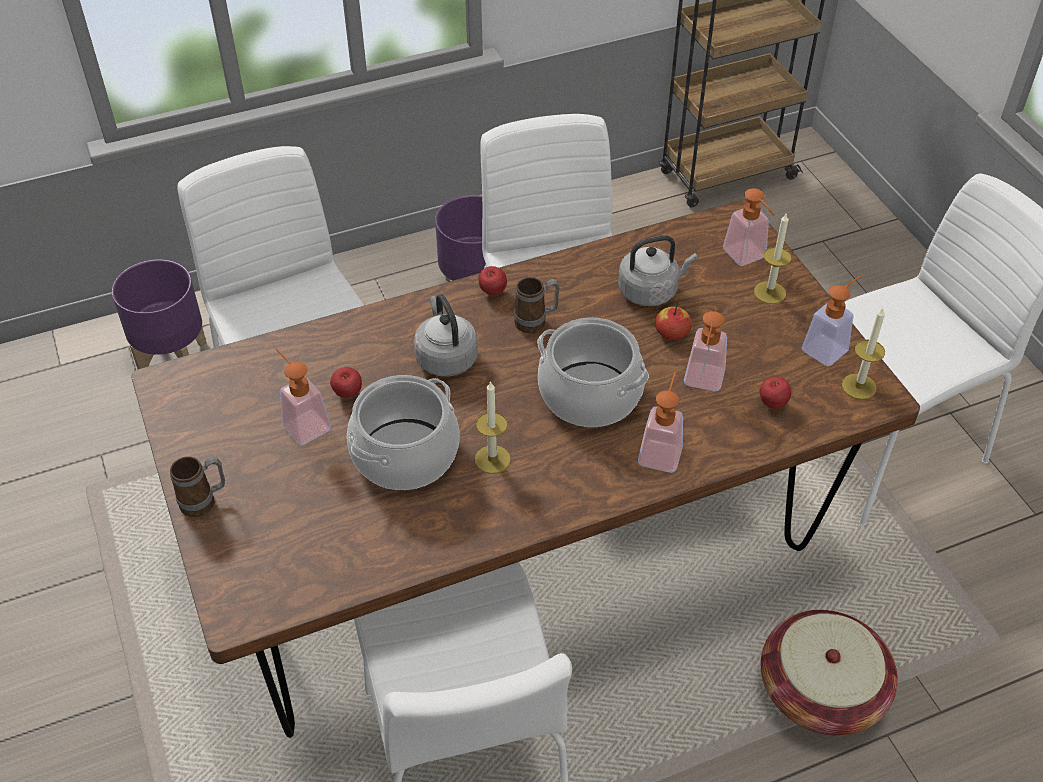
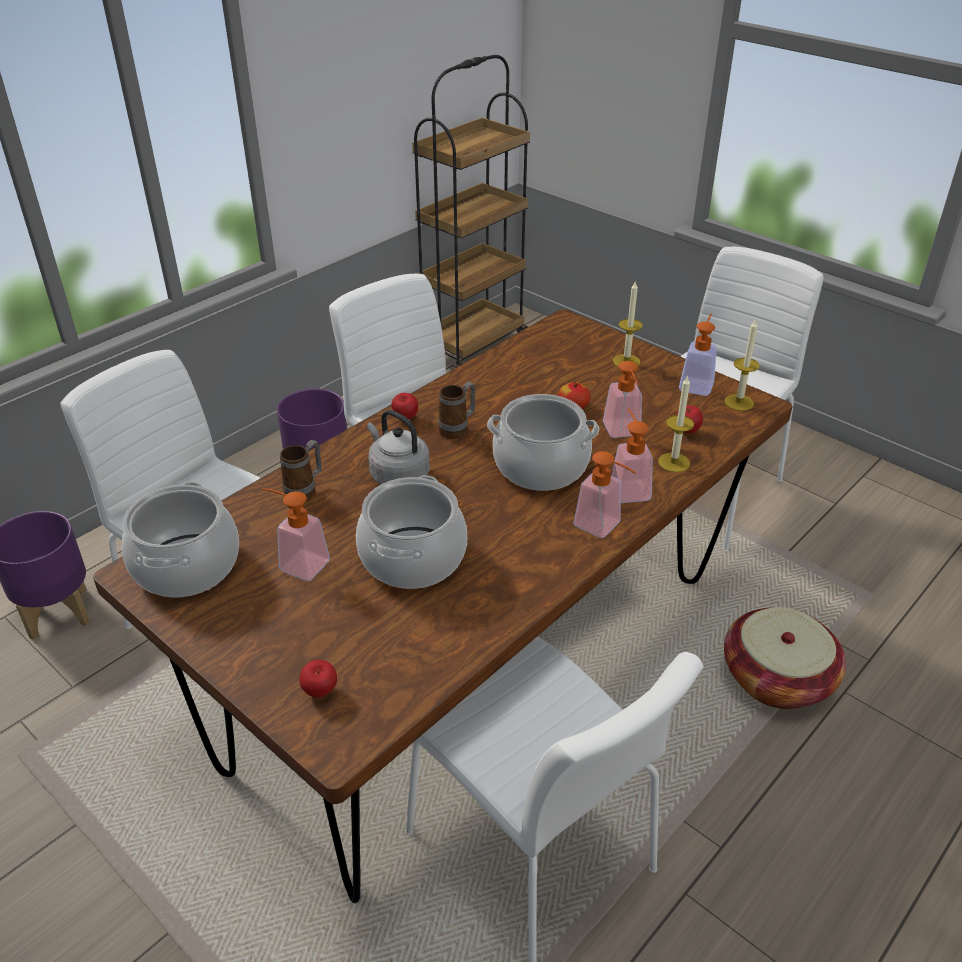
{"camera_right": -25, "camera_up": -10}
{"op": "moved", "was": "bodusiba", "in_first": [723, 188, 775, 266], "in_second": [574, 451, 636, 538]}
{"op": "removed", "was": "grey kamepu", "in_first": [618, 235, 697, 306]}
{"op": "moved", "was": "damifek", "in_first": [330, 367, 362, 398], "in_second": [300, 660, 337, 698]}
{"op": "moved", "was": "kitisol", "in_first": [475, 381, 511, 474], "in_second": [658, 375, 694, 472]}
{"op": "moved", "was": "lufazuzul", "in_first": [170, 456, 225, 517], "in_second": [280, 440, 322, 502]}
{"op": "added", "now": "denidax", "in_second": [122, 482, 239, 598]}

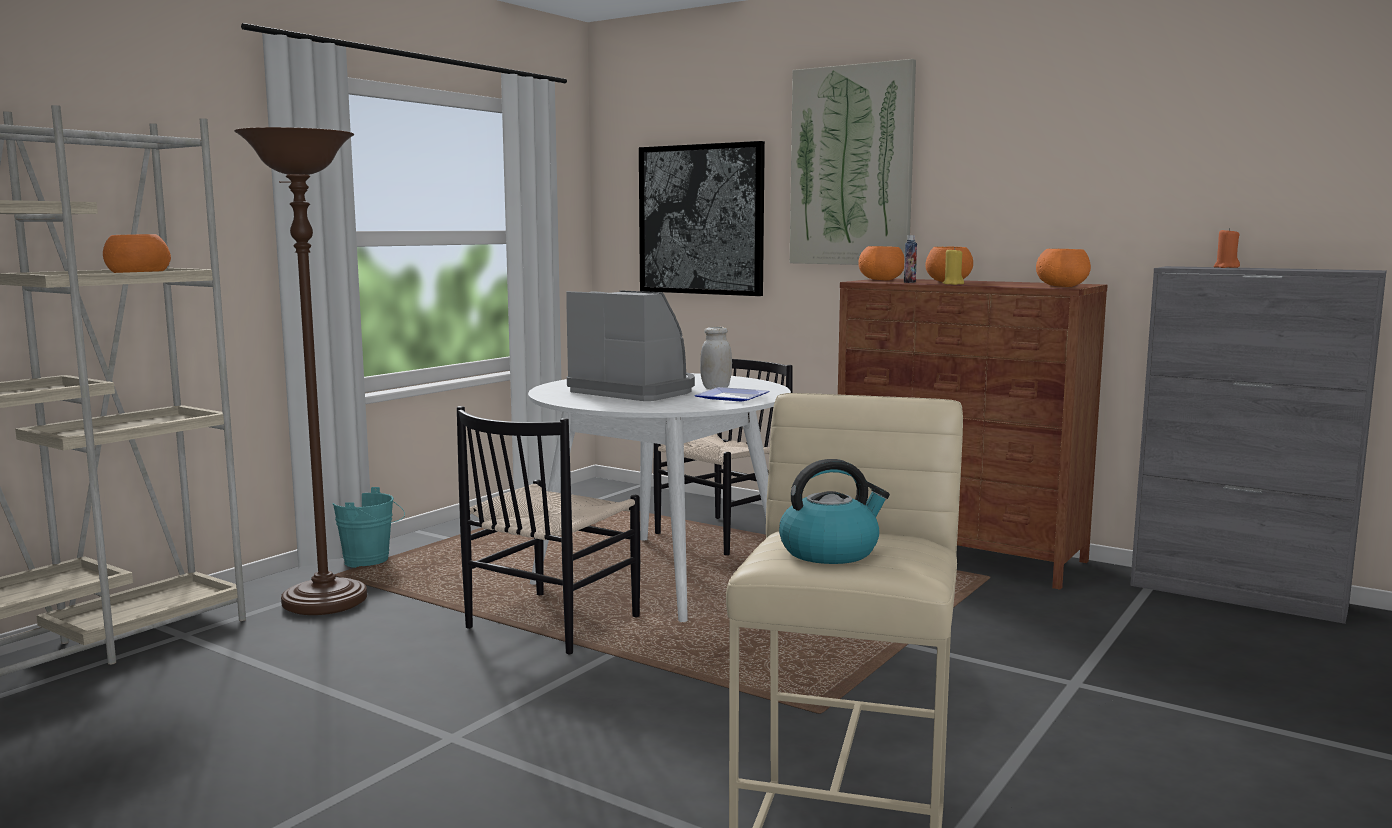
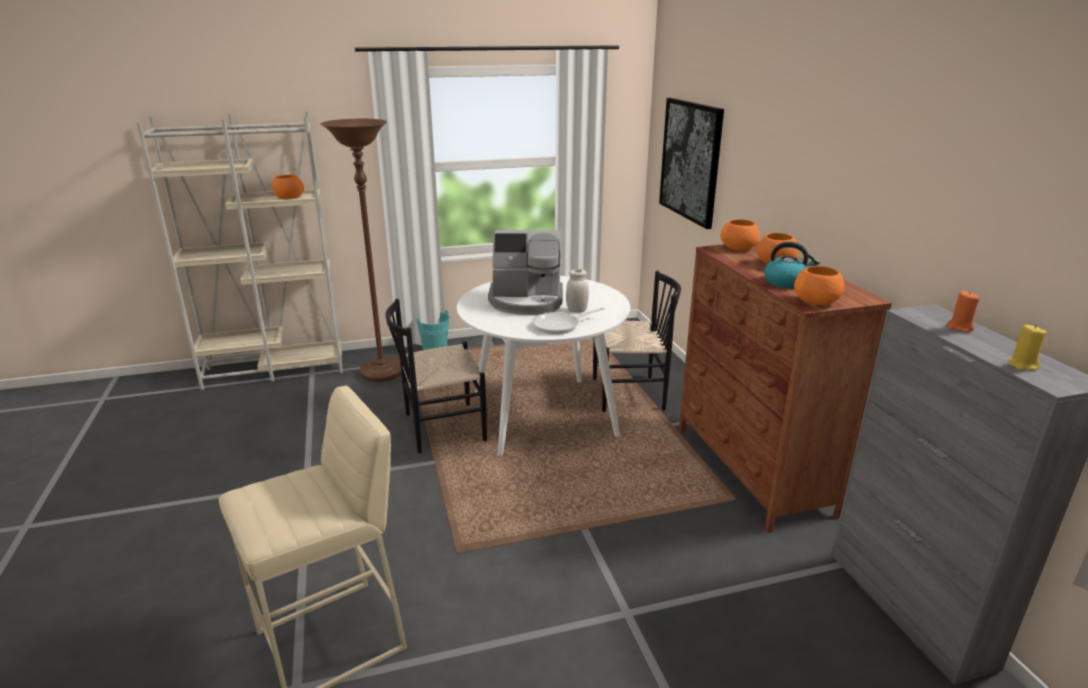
{"camera_right": 40, "camera_up": 15}
{"op": "removed", "was": "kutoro", "in_first": [790, 59, 916, 265]}
{"op": "removed", "was": "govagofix", "in_first": [904, 235, 917, 283]}
{"op": "moved", "was": "yellow kitisol", "in_first": [942, 248, 964, 285], "in_second": [1008, 325, 1047, 370]}
{"op": "turned", "was": "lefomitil", "in_first": [566, 290, 695, 401], "in_second": [488, 230, 563, 315], "clockwise": 105}
{"op": "replaced", "was": "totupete", "now": "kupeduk", "in_first": [694, 387, 770, 402], "in_second": [532, 307, 605, 334]}
{"op": "moved", "was": "kamepu", "in_first": [779, 459, 890, 564], "in_second": [764, 242, 820, 288]}

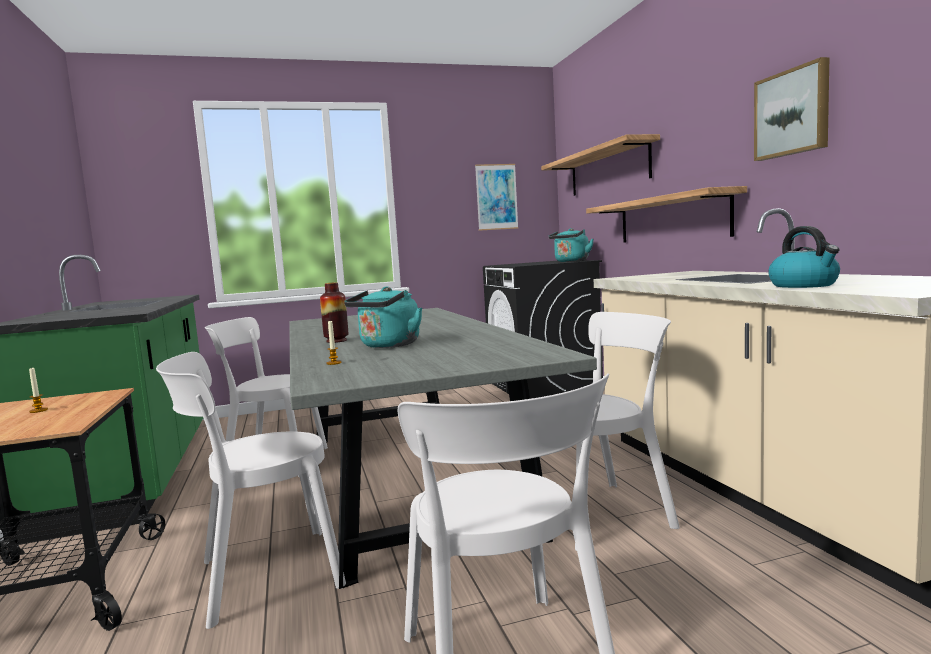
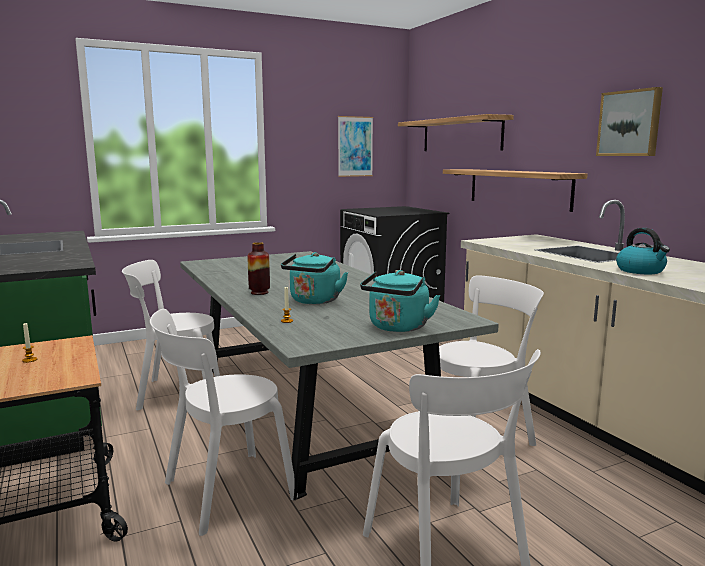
{"camera_right": -10, "camera_up": 5}
{"op": "moved", "was": "turquoise kamepu", "in_first": [548, 228, 594, 262], "in_second": [360, 270, 441, 332]}

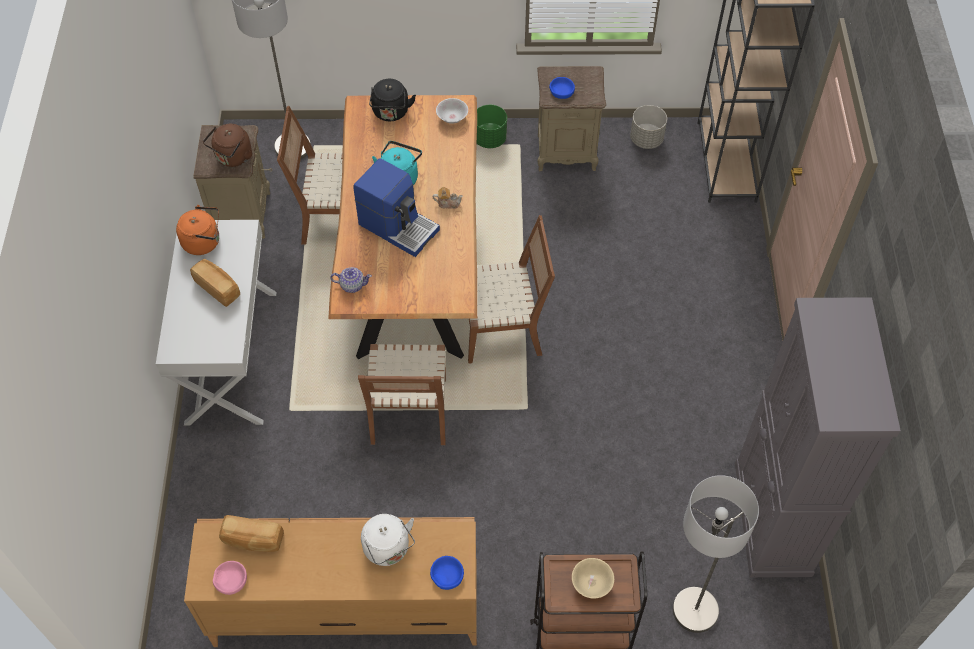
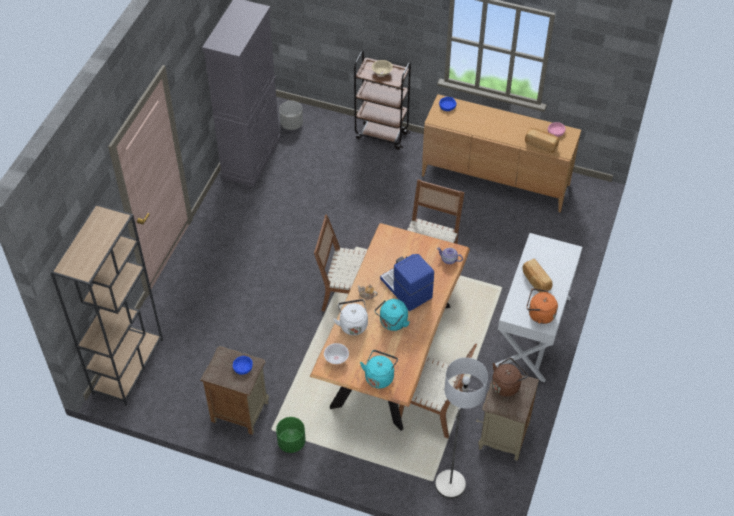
{"camera_right": -160, "camera_up": -5}
{"op": "recoloured", "was": "black kamepu", "now": "turquoise kamepu", "in_first": [369, 79, 416, 121], "in_second": [360, 350, 398, 389]}
{"op": "moved", "was": "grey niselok", "in_first": [630, 105, 667, 149], "in_second": [279, 101, 303, 130]}
{"op": "removed", "was": "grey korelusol", "in_first": [673, 475, 759, 633]}
{"op": "moved", "was": "white kamepu", "in_first": [361, 514, 415, 566], "in_second": [334, 299, 368, 335]}

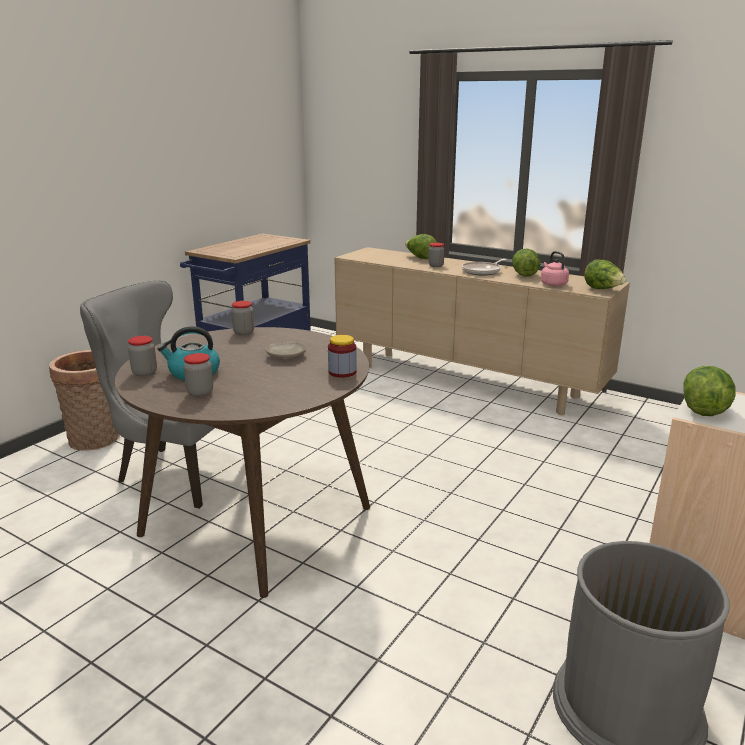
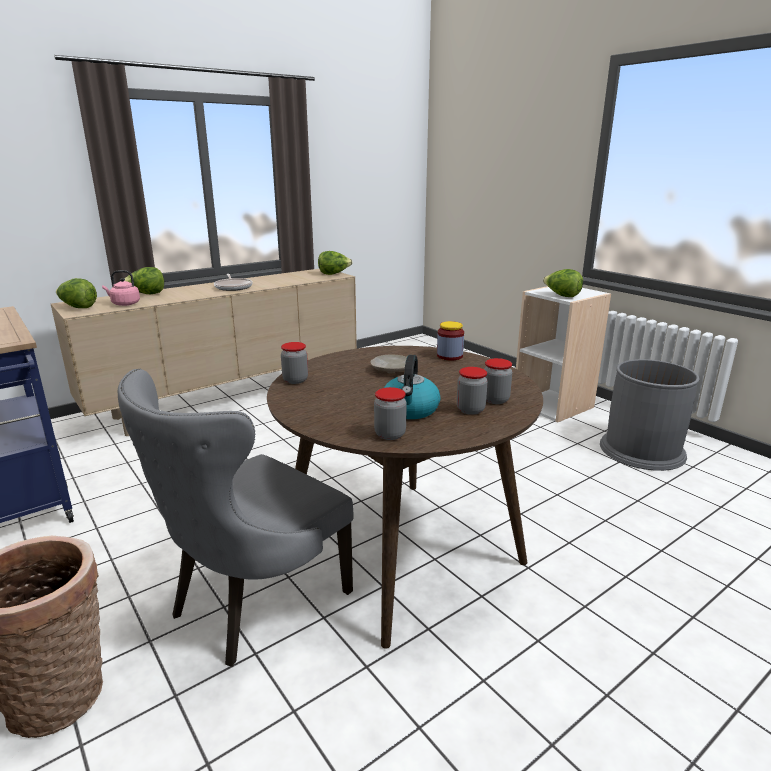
{"camera_right": -70, "camera_up": 0}
{"op": "moved", "was": "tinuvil", "in_first": [428, 243, 444, 267], "in_second": [484, 358, 512, 404]}
{"op": "moved", "was": "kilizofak", "in_first": [512, 249, 540, 277], "in_second": [56, 278, 97, 308]}
{"op": "moved", "was": "pink kamepu", "in_first": [541, 251, 569, 286], "in_second": [102, 270, 140, 306]}

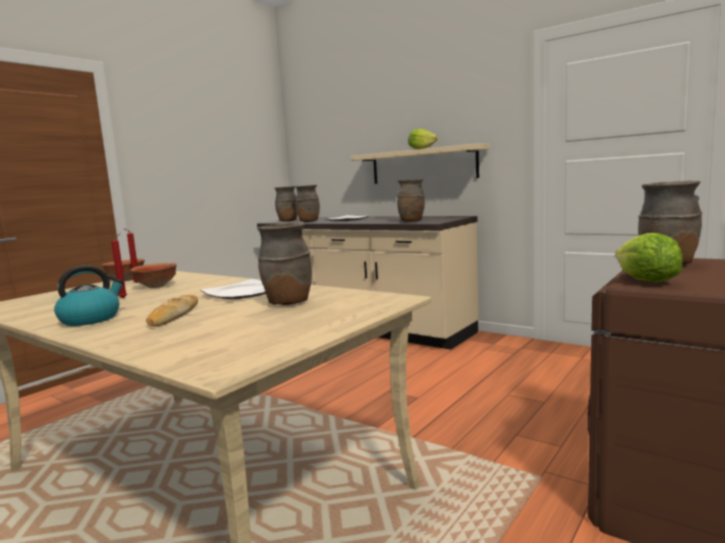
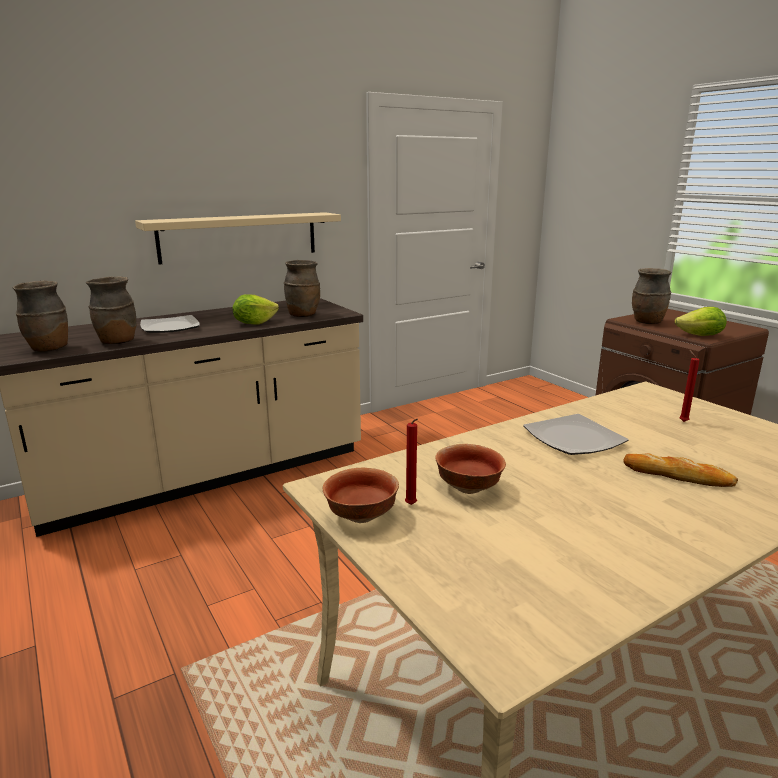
{"camera_right": -70, "camera_up": 10}
{"op": "moved", "was": "kilizofak", "in_first": [408, 128, 438, 149], "in_second": [232, 294, 279, 325]}
{"op": "removed", "was": "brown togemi", "in_first": [257, 222, 312, 305]}
{"op": "moved", "was": "red kitisol", "in_first": [111, 233, 127, 298], "in_second": [680, 350, 699, 422]}
{"op": "removed", "was": "kamepu", "in_first": [54, 265, 124, 326]}

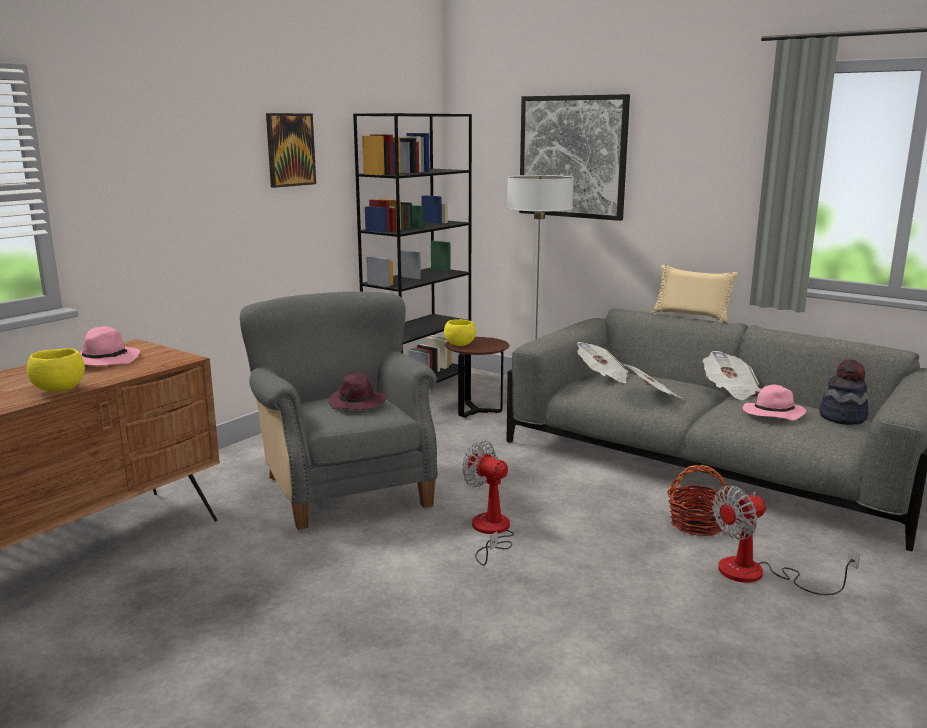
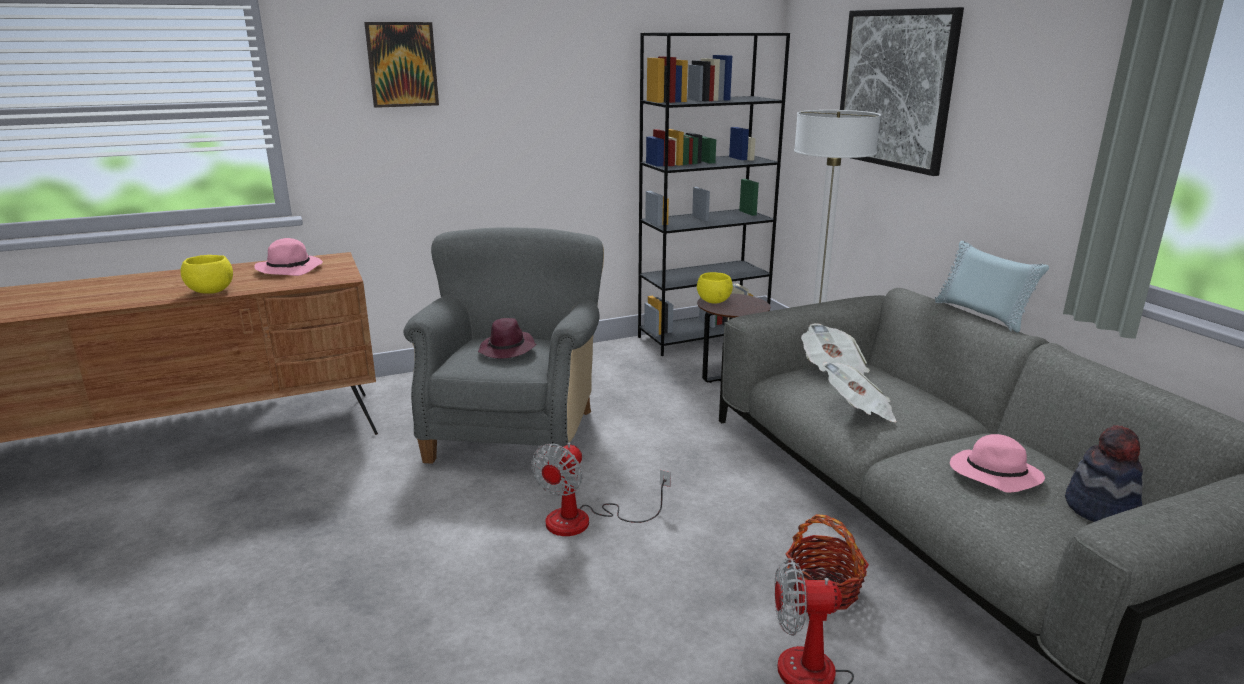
{"camera_right": 30, "camera_up": 5}
{"op": "moved", "was": "kutoro", "in_first": [266, 113, 316, 188], "in_second": [364, 22, 439, 108]}
{"op": "recoloured", "was": "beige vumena", "now": "blue vumena", "in_first": [652, 265, 738, 323], "in_second": [935, 241, 1049, 333]}
{"op": "removed", "was": "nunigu", "in_first": [703, 351, 761, 400]}
{"op": "turned", "was": "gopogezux", "in_first": [462, 441, 514, 566], "in_second": [531, 443, 671, 536], "clockwise": -135}

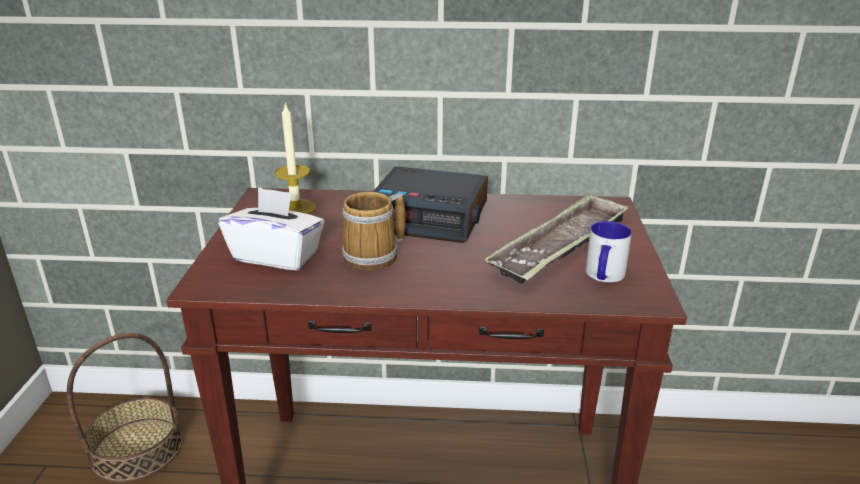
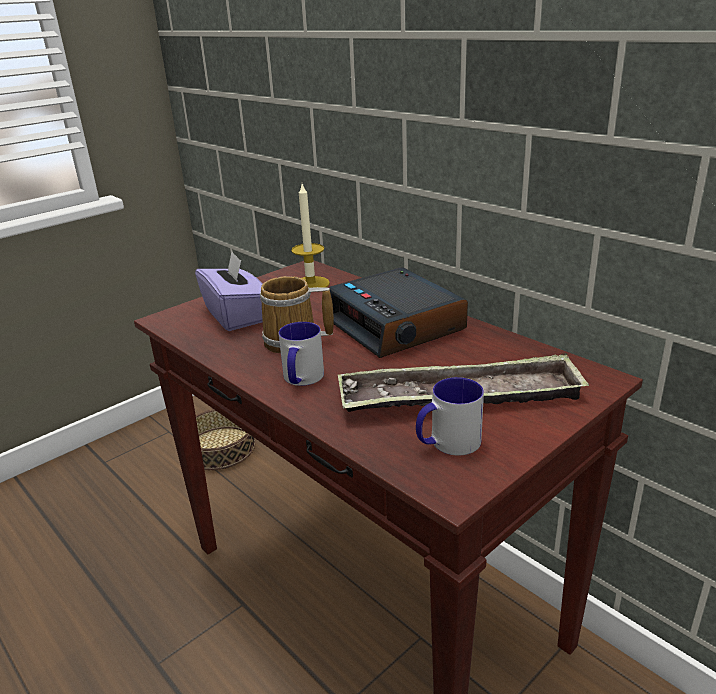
{"camera_right": 45, "camera_up": 0}
{"op": "recoloured", "was": "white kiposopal", "now": "purple kiposopal", "in_first": [219, 187, 325, 270], "in_second": [195, 252, 263, 331]}
{"op": "added", "now": "lufazuzul", "in_second": [279, 322, 324, 386]}

